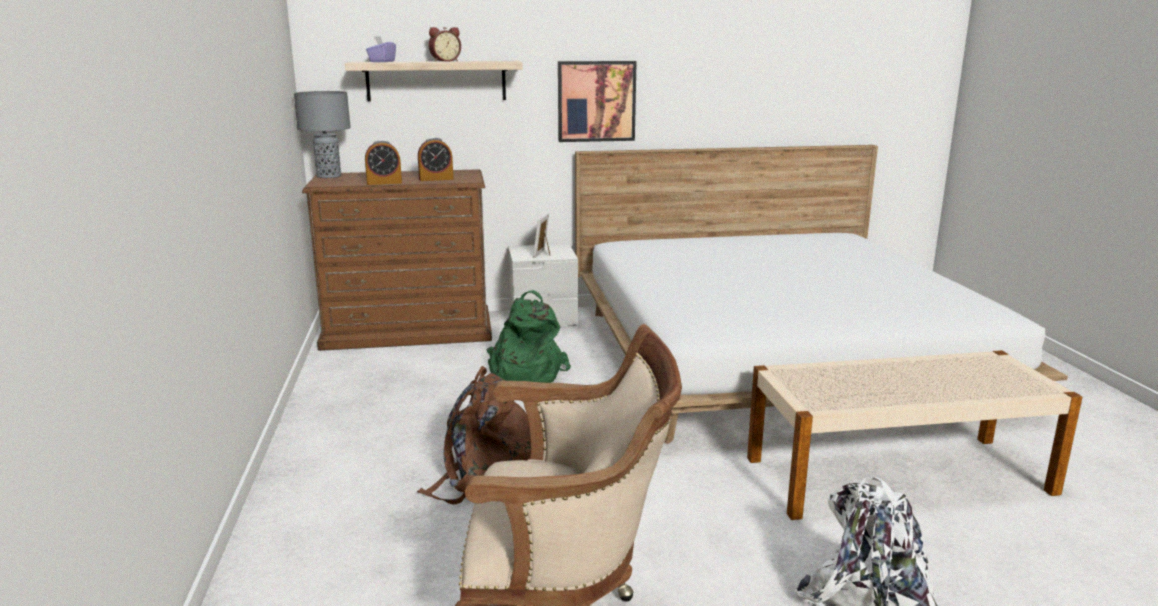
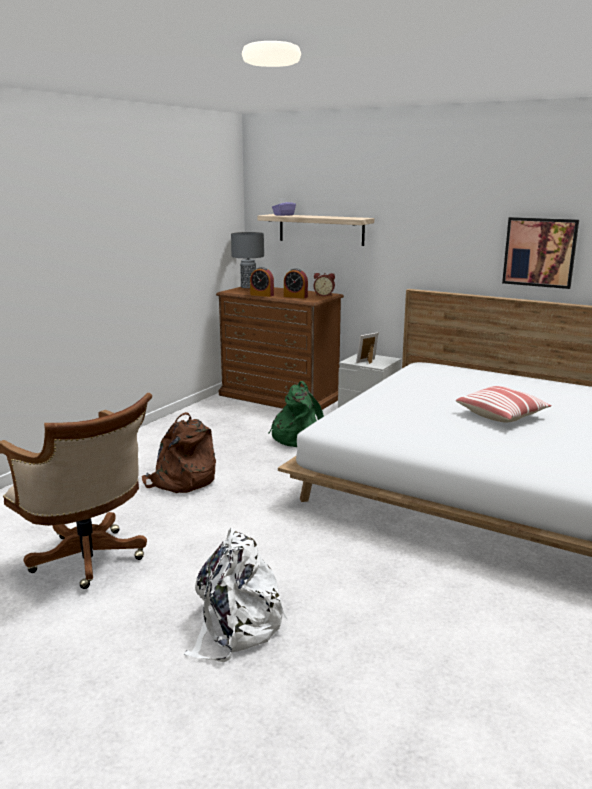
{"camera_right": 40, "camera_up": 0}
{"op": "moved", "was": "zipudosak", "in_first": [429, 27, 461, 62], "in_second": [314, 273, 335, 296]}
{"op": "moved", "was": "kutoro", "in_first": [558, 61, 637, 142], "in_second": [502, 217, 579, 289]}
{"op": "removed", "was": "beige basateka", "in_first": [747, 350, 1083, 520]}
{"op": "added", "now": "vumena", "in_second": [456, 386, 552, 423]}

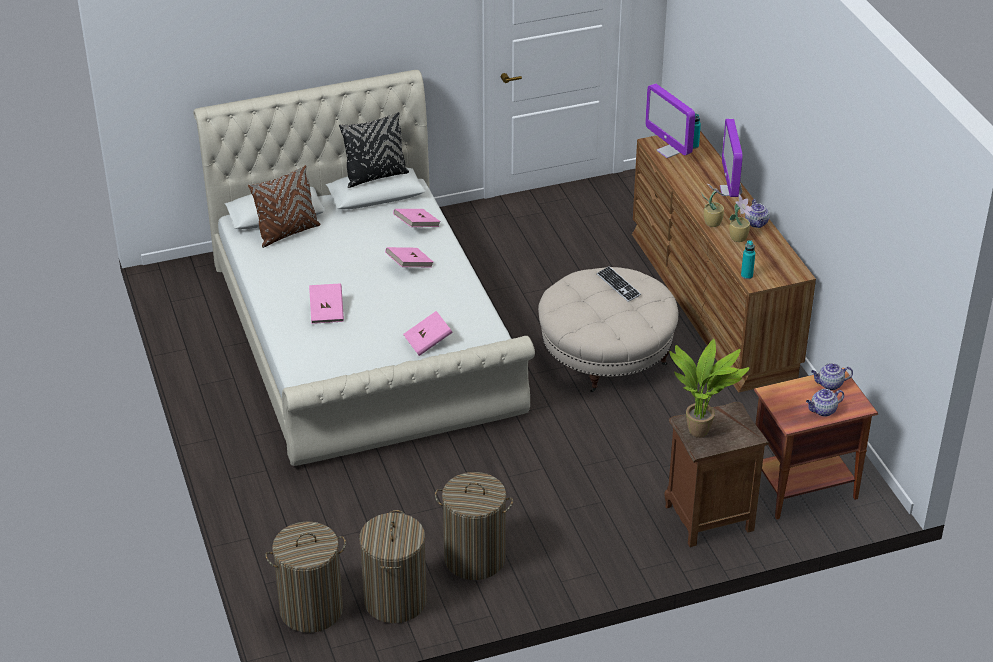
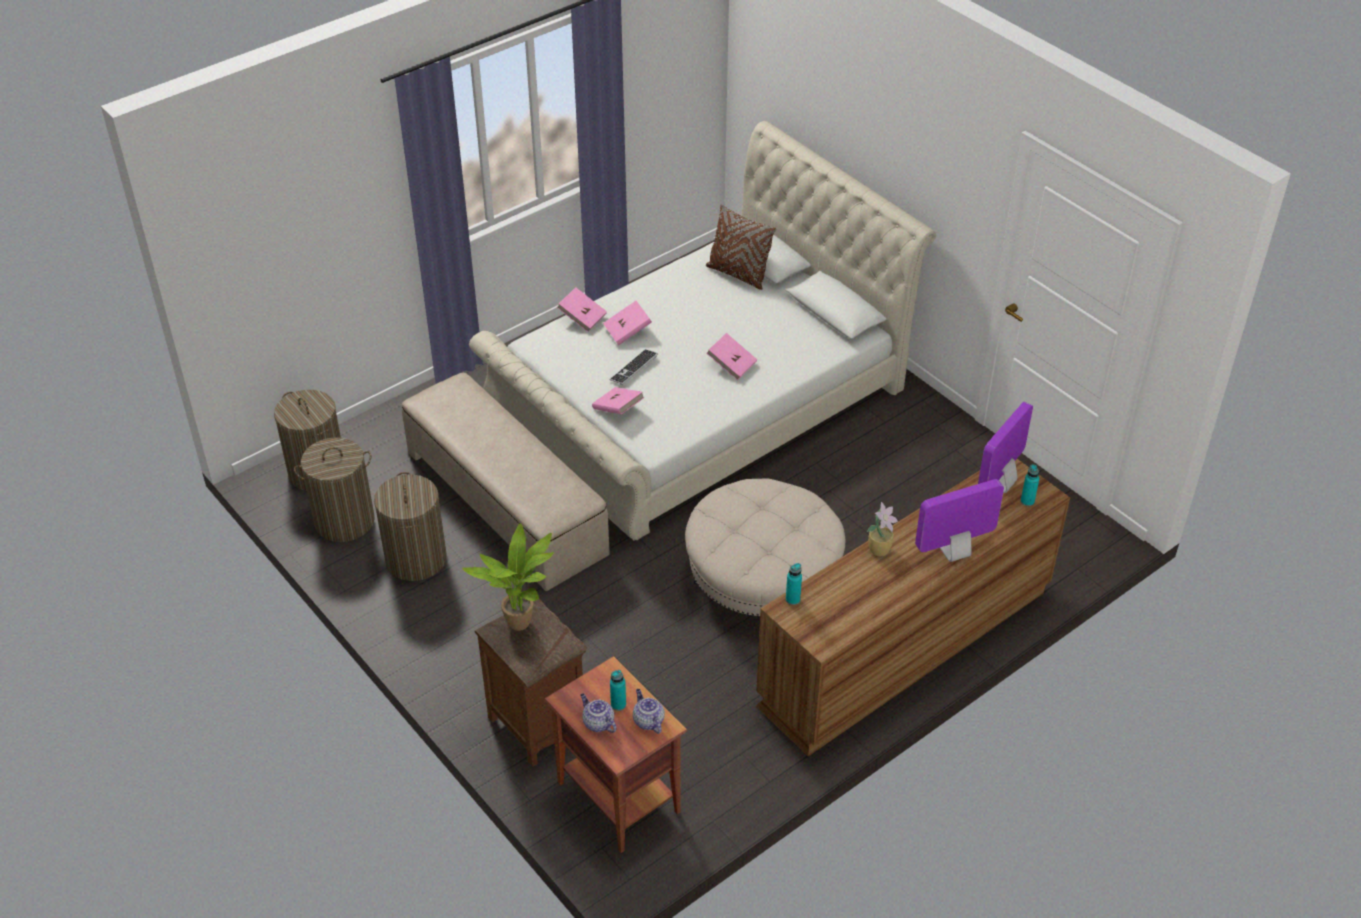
{"camera_right": 70, "camera_up": 5}
{"op": "removed", "was": "black vumena", "in_first": [339, 112, 409, 188]}
{"op": "removed", "was": "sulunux", "in_first": [729, 195, 753, 242]}
{"op": "removed", "was": "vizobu", "in_first": [745, 199, 770, 228]}
{"op": "moved", "was": "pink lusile", "in_first": [393, 209, 441, 227], "in_second": [557, 287, 607, 332]}
{"op": "moved", "was": "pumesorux", "in_first": [597, 266, 641, 302], "in_second": [610, 349, 658, 385]}
{"op": "added", "now": "beige basateka", "in_second": [402, 373, 610, 591]}
{"op": "added", "now": "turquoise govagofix", "in_second": [610, 670, 626, 711]}

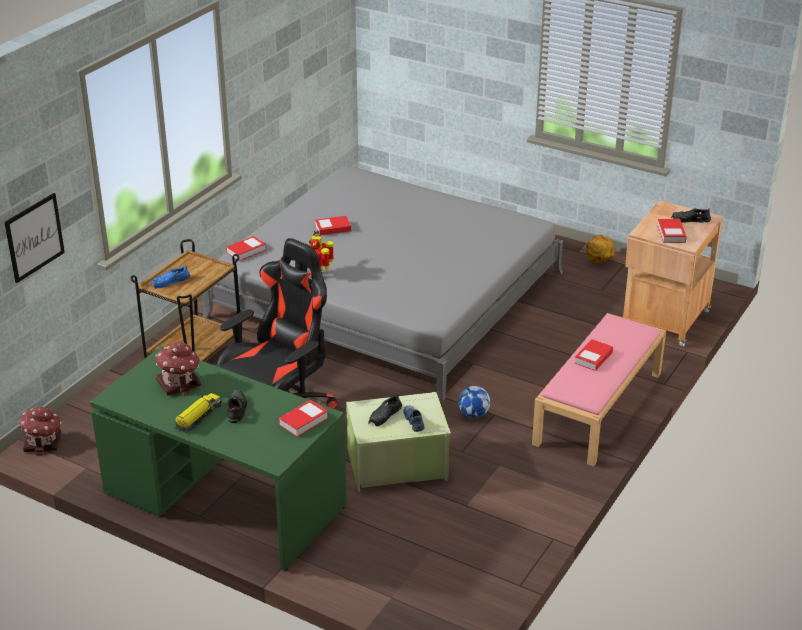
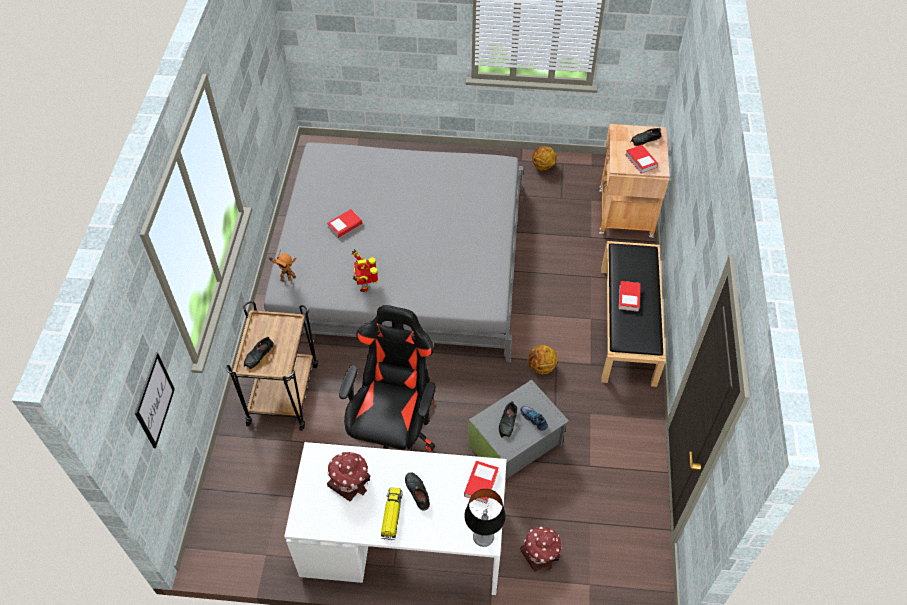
{"camera_right": -25, "camera_up": 20}
{"op": "replaced", "was": "lusile", "now": "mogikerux", "in_first": [226, 236, 266, 261], "in_second": [268, 250, 297, 281]}
{"op": "recoloured", "was": "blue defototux", "now": "black defototux", "in_first": [150, 265, 190, 289], "in_second": [244, 337, 274, 369]}
{"op": "recoloured", "was": "pink basateka", "now": "black basateka", "in_first": [532, 313, 666, 466], "in_second": [601, 241, 666, 387]}
{"op": "recoloured", "was": "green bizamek", "now": "white bizamek", "in_first": [90, 346, 347, 571], "in_second": [284, 442, 507, 595]}
{"op": "replaced", "was": "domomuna", "now": "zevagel", "in_first": [458, 386, 490, 418], "in_second": [528, 345, 558, 374]}
{"op": "recoloured", "was": "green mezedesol", "now": "grey mezedesol", "in_first": [346, 392, 451, 492], "in_second": [468, 380, 569, 480]}
{"op": "moved", "was": "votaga", "in_first": [19, 407, 62, 456], "in_second": [520, 527, 561, 572]}
{"op": "added", "now": "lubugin", "in_second": [464, 489, 506, 547]}

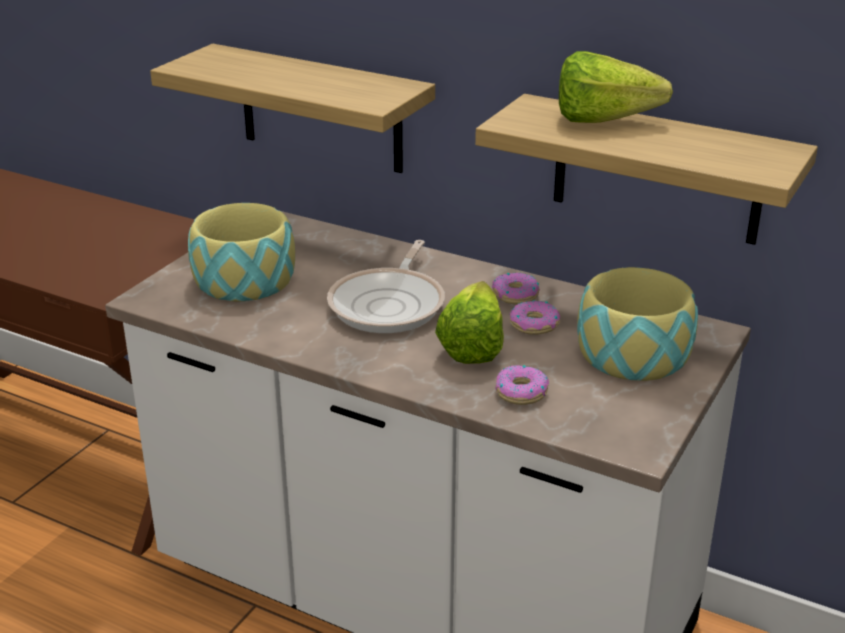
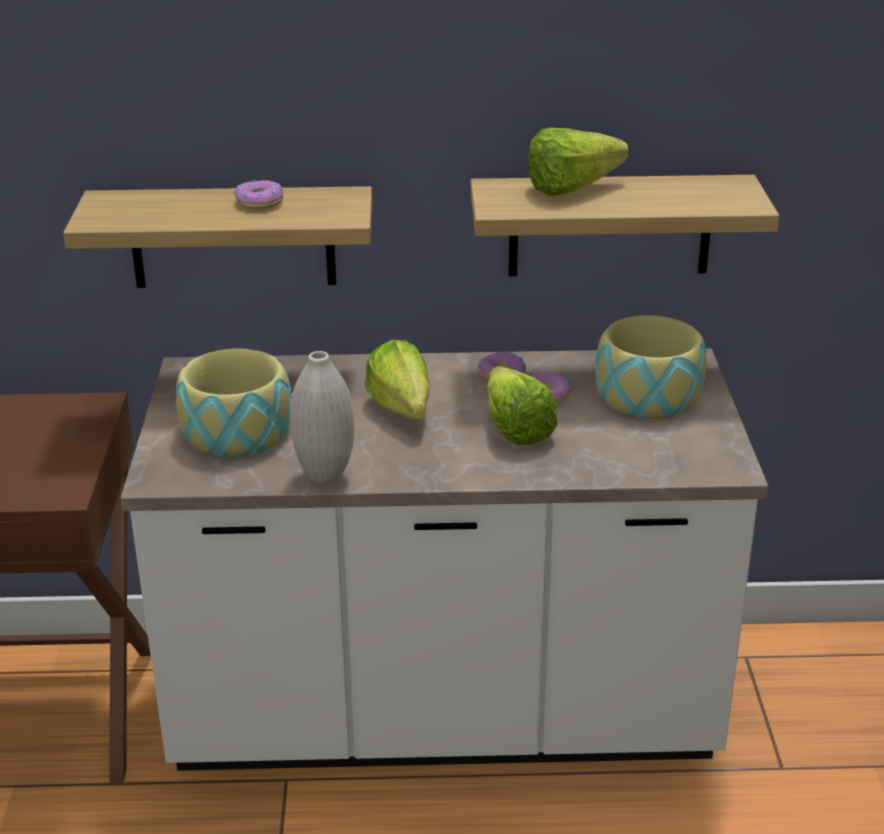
{"camera_right": -30, "camera_up": 0}
{"op": "replaced", "was": "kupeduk", "now": "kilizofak", "in_first": [327, 240, 445, 333], "in_second": [365, 340, 430, 419]}
{"op": "moved", "was": "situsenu", "in_first": [496, 365, 549, 405], "in_second": [234, 180, 283, 210]}
{"op": "added", "now": "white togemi", "in_second": [290, 351, 354, 484]}

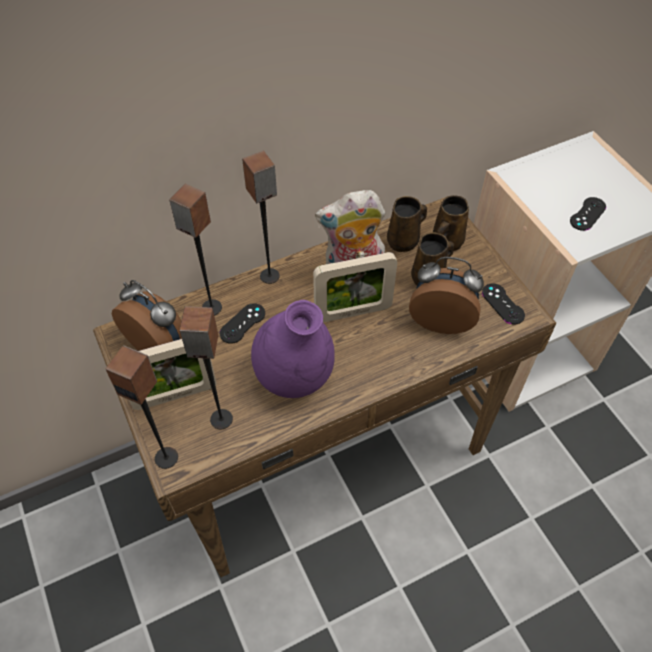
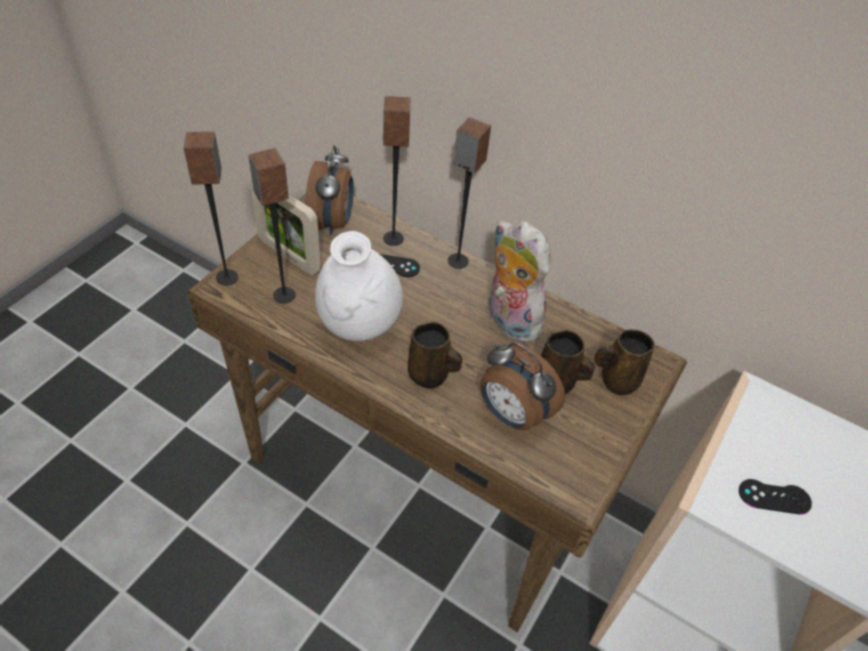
{"camera_right": 55, "camera_up": -5}
{"op": "moved", "was": "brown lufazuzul", "in_first": [387, 196, 427, 252], "in_second": [408, 322, 462, 389]}
{"op": "removed", "was": "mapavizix", "in_first": [313, 252, 397, 322]}
{"op": "turned", "was": "zipudosak", "in_first": [409, 257, 484, 334], "in_second": [480, 343, 565, 430], "clockwise": 150}
{"op": "removed", "was": "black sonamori", "in_first": [482, 283, 525, 325]}
{"op": "recoloured", "was": "purple togemi", "now": "white togemi", "in_first": [251, 300, 335, 398], "in_second": [315, 231, 403, 341]}

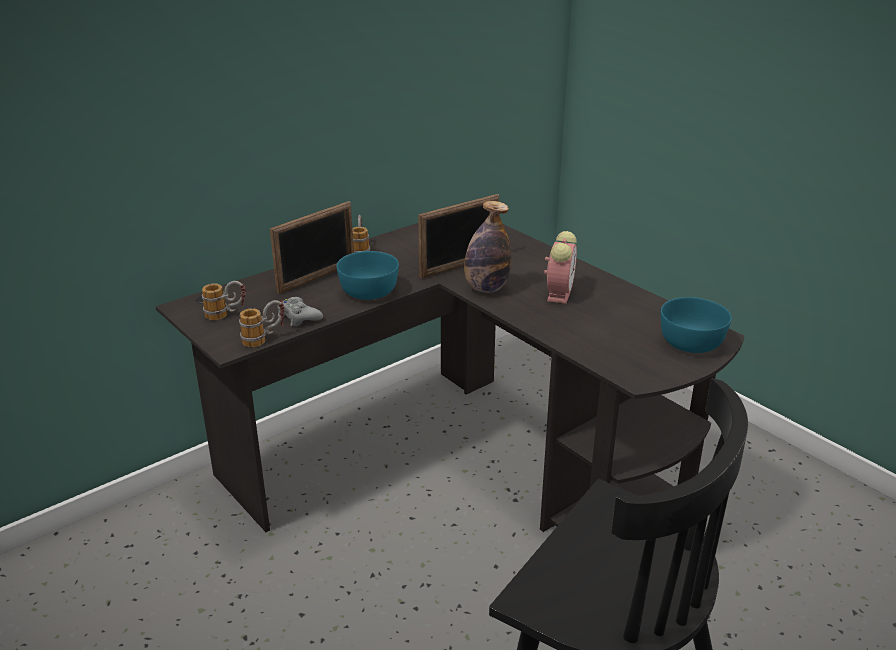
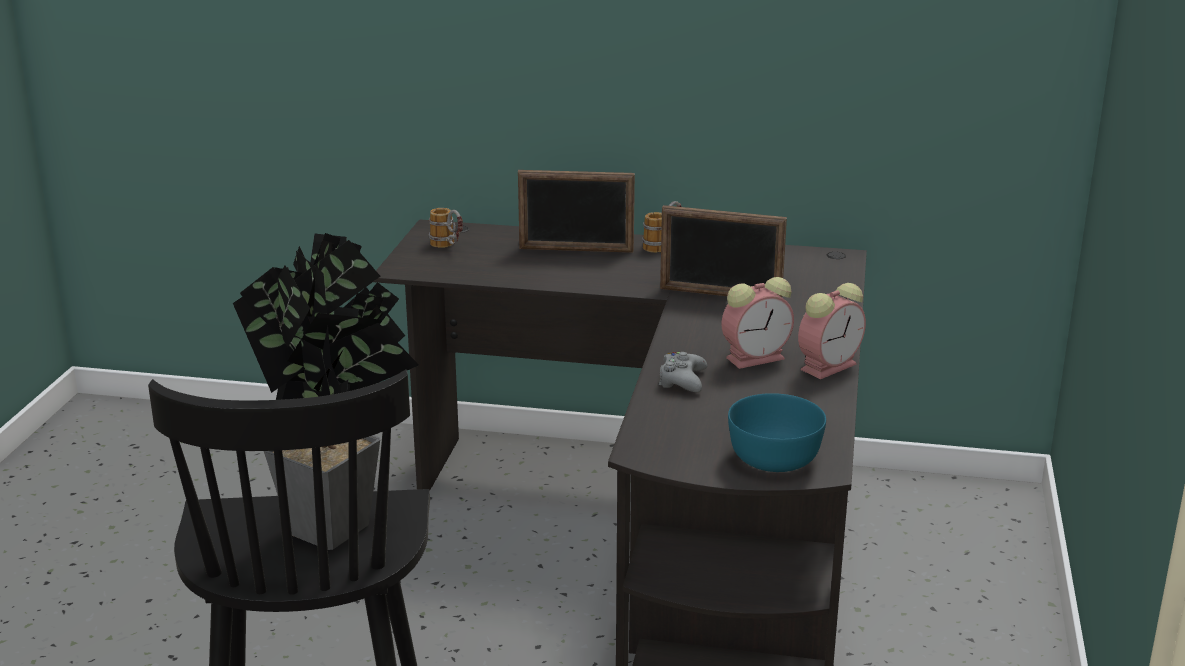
{"camera_right": 50, "camera_up": -5}
{"op": "removed", "was": "govagofix", "in_first": [464, 201, 511, 293]}
{"op": "removed", "was": "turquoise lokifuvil", "in_first": [337, 251, 399, 300]}
{"op": "moved", "was": "grey sonamori", "in_first": [277, 297, 323, 326], "in_second": [658, 352, 707, 392]}
{"op": "removed", "was": "lufazuzul", "in_first": [239, 300, 285, 347]}
{"op": "added", "now": "sulunux", "in_second": [233, 233, 419, 550]}
{"op": "added", "now": "zipudosak", "in_second": [798, 283, 866, 379]}

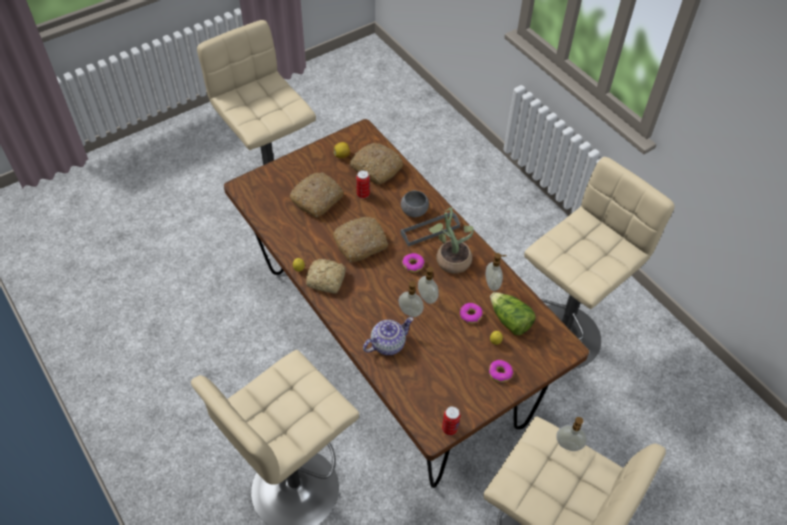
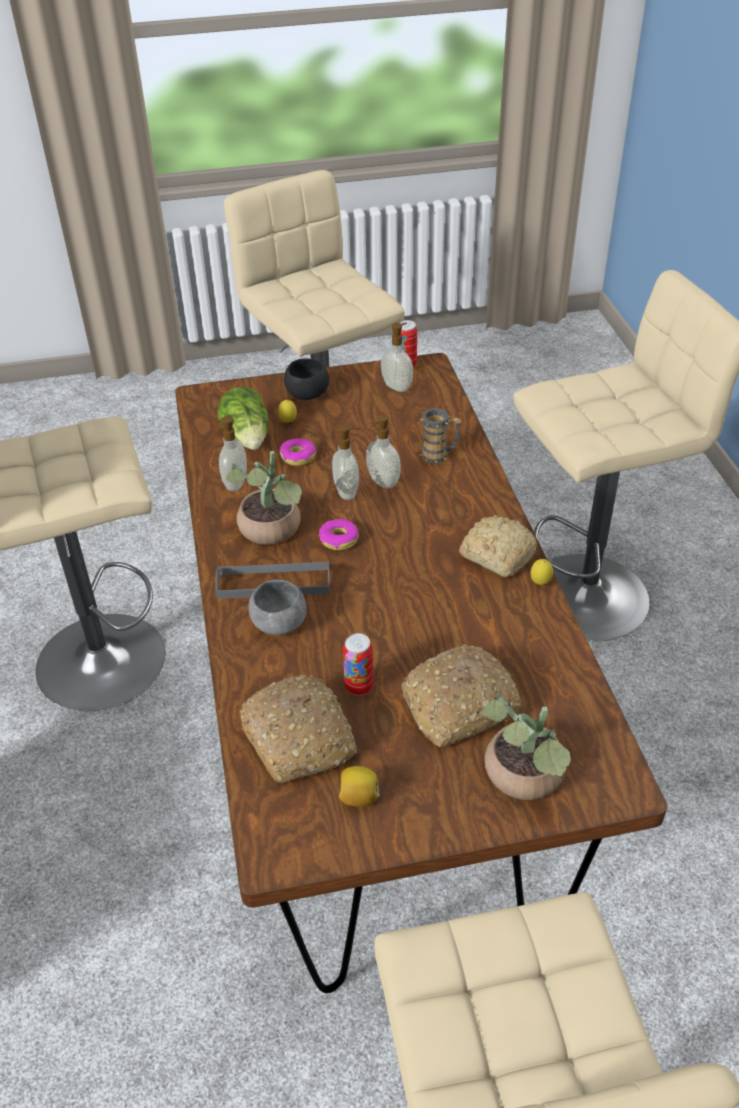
{"camera_right": -155, "camera_up": -10}
{"op": "removed", "was": "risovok", "in_first": [333, 217, 388, 262]}
{"op": "replaced", "was": "vizobu", "now": "lufazuzul", "in_first": [363, 317, 413, 355], "in_second": [420, 408, 462, 463]}
{"op": "replaced", "was": "situsenu", "now": "black lokifuvil", "in_first": [489, 360, 513, 383], "in_second": [284, 358, 329, 400]}
{"op": "moved", "was": "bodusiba", "in_first": [556, 417, 587, 451], "in_second": [381, 323, 413, 392]}
{"op": "added", "now": "sulunux", "in_second": [483, 693, 571, 800]}

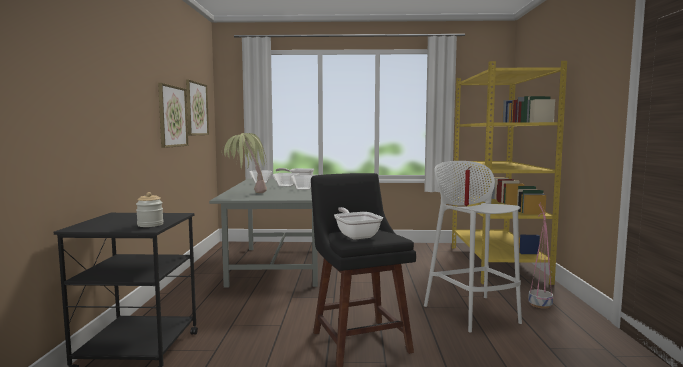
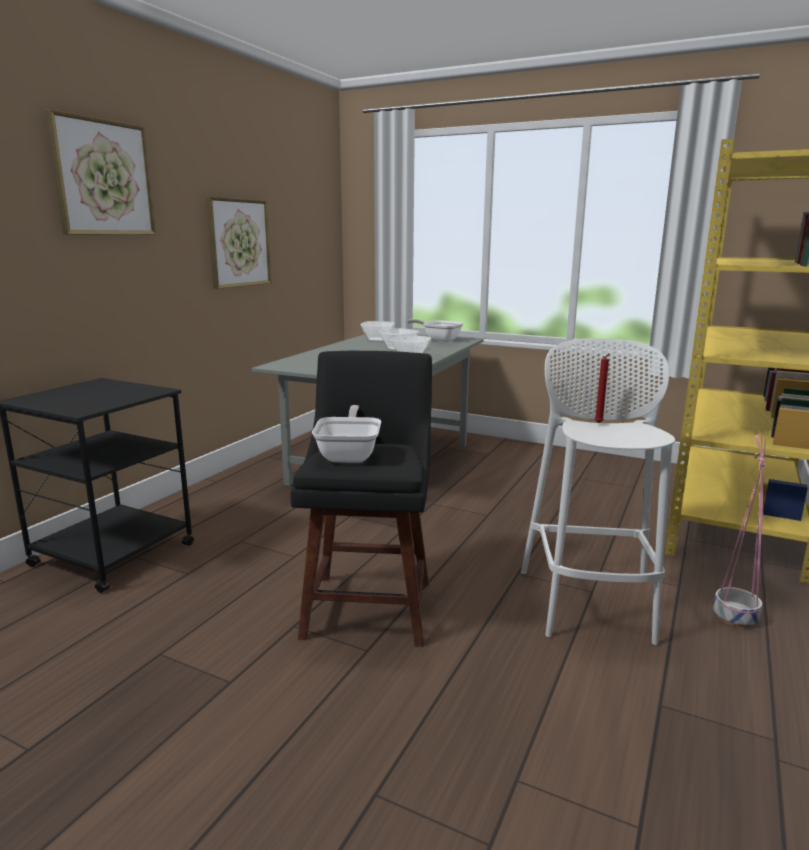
{"camera_right": 25, "camera_up": 10}
{"op": "moved", "was": "kutoro", "in_first": [186, 80, 209, 136], "in_second": [45, 109, 156, 235]}
{"op": "removed", "was": "sulunux", "in_first": [222, 133, 267, 193]}
{"op": "removed", "was": "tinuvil", "in_first": [136, 192, 164, 227]}

